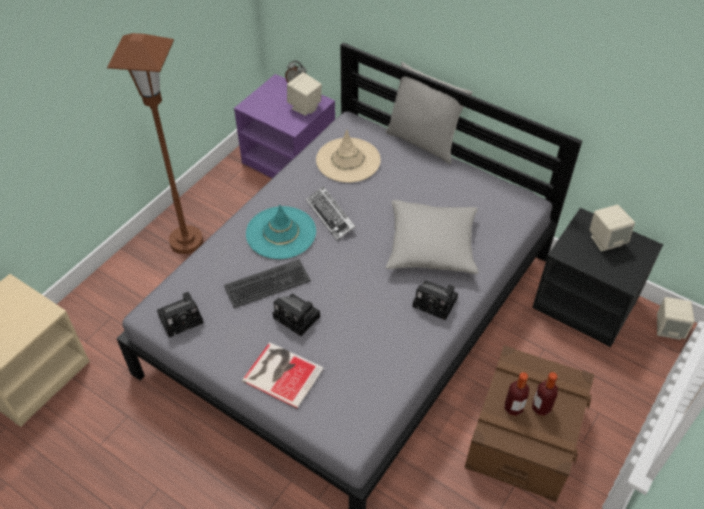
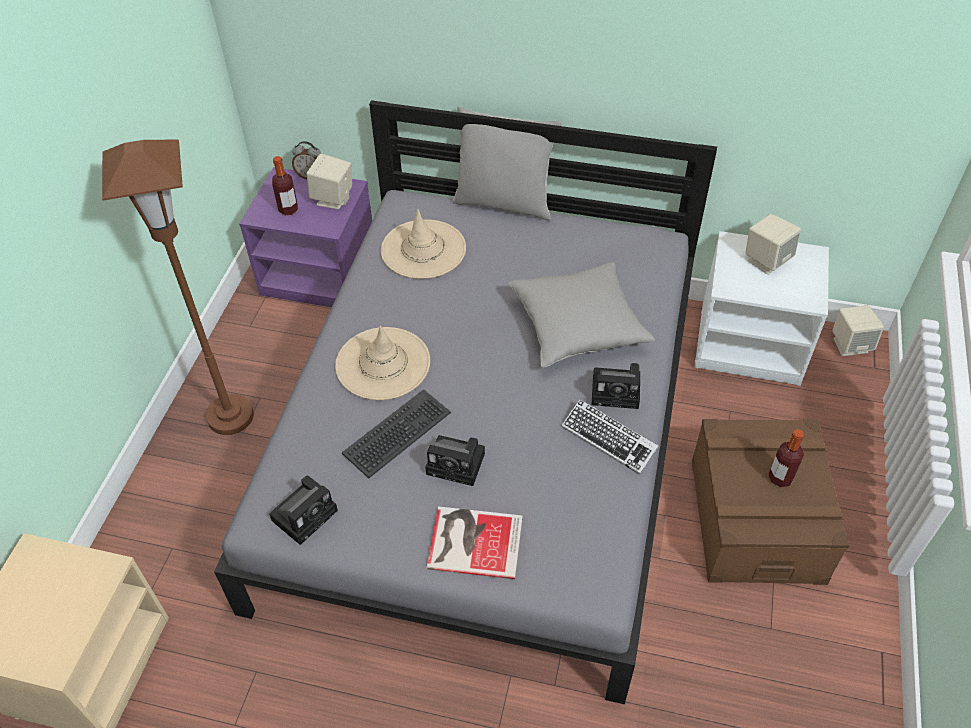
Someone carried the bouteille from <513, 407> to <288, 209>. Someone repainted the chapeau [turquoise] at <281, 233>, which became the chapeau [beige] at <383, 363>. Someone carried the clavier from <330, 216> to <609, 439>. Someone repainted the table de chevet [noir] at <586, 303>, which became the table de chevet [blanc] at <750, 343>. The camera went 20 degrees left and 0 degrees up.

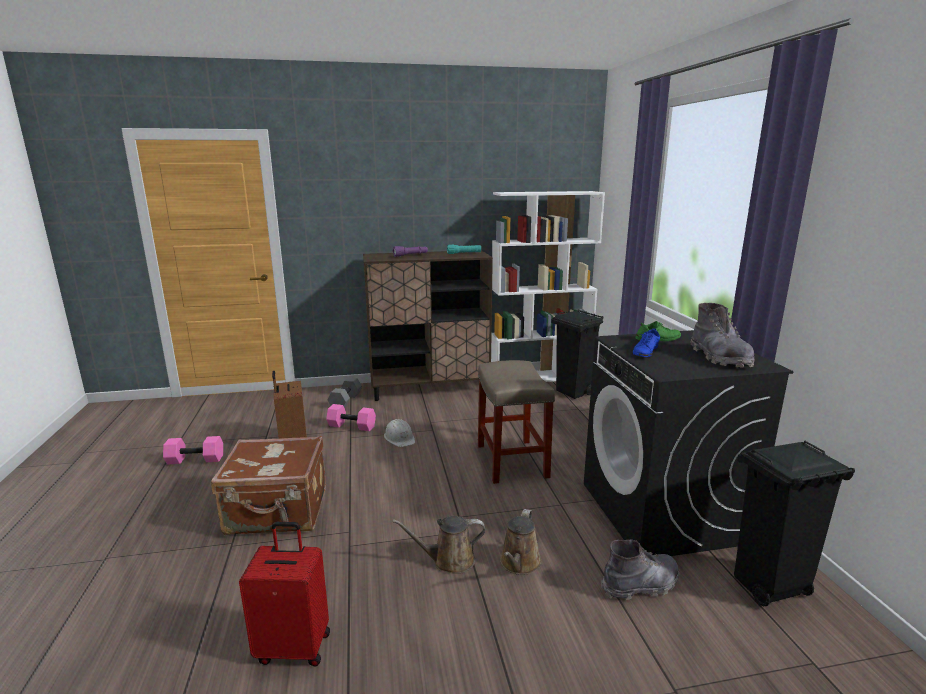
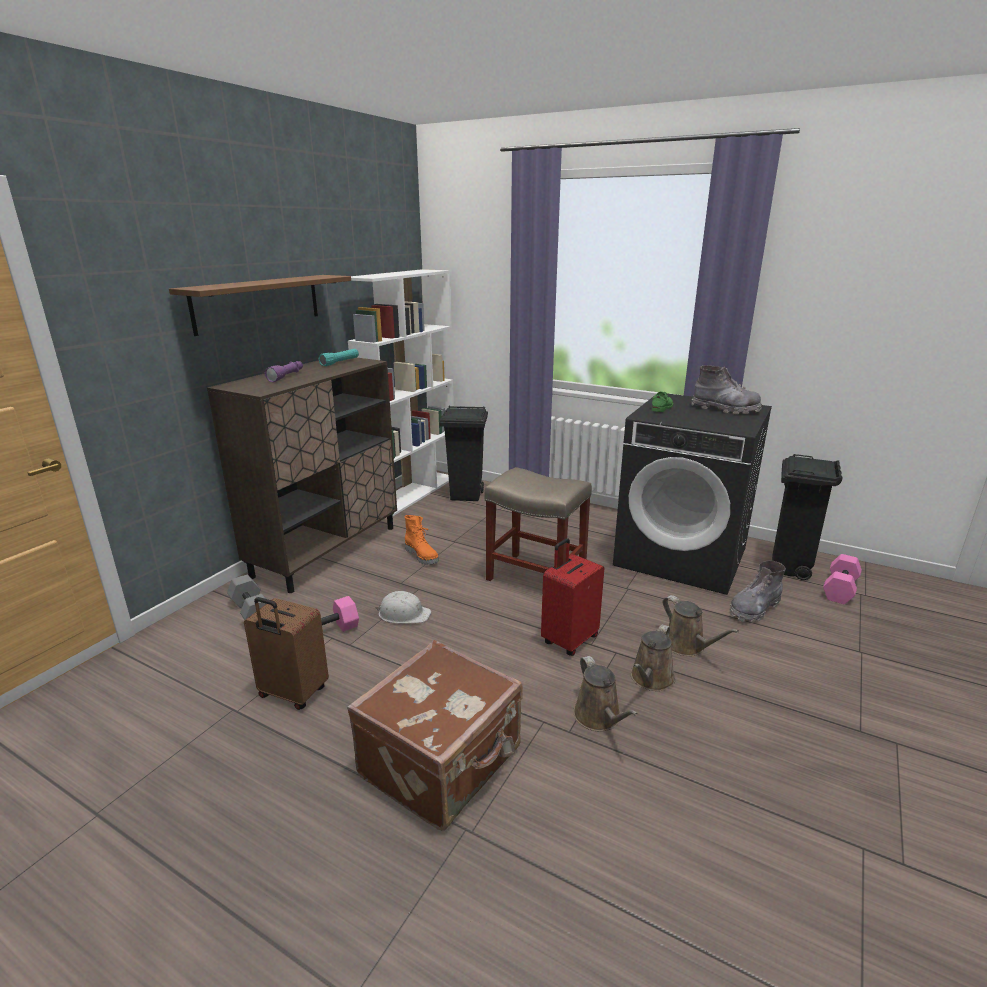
Someone put up the étagère [marron] at <258, 303>. Someone put down the botte [orange] at <422, 556>. Someone carried the valise [rouge] from <294, 646> to <569, 640>. Someone put down the arrosoir [marron] at <599, 718>. Someone rotated the botte [gris] at <640, 585> by 150 degrees counterclockwise. Someone carried the haltère [rose] from <196, 459> to <839, 588>. Someone took away the chaussure [bleu] at <645, 351>. The camera went 50 degrees left and 5 degrees up.

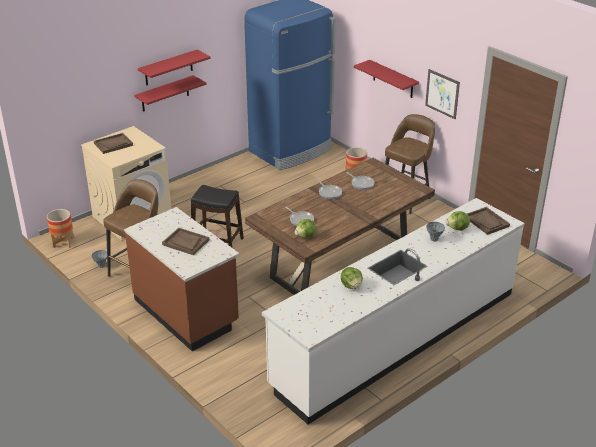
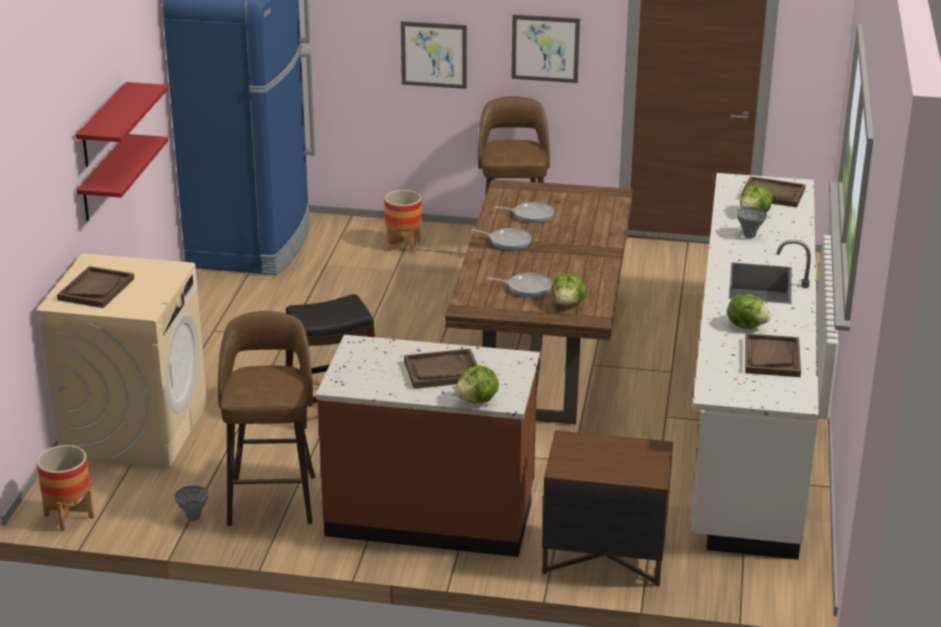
Someone swapped the étagère [rouge] at <393, 79> for the tableau at <434, 54>. Someone put down the laitue at <477, 401>. Someone put down the table de chevet [marron] at <603, 556>. Someone put down the plateau [marron] at <772, 357>. The camera went 40 degrees left and 5 degrees down.

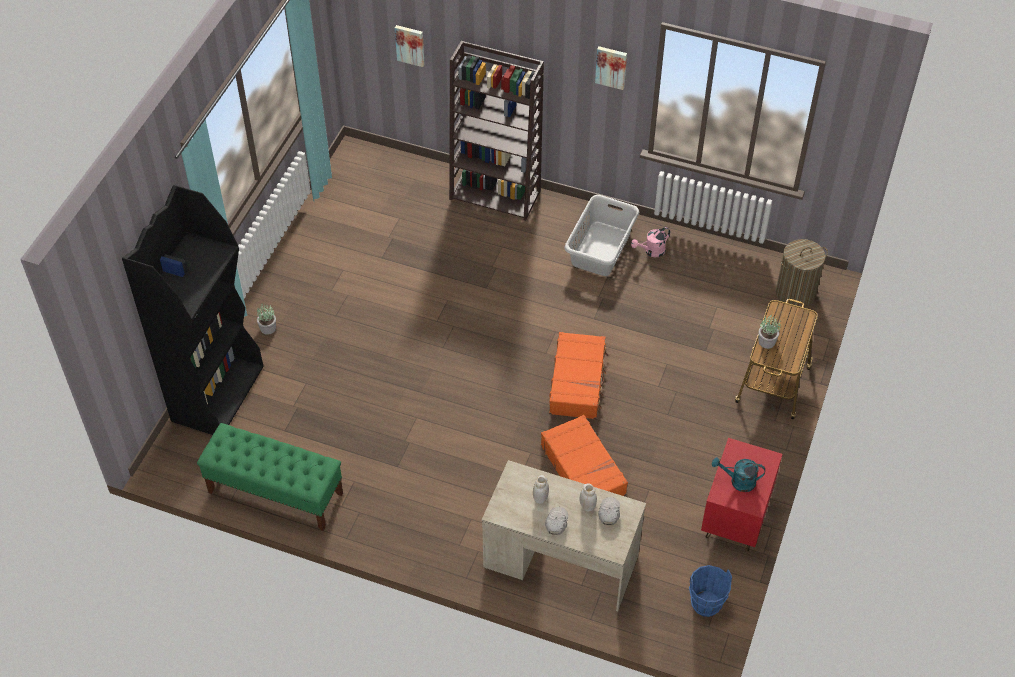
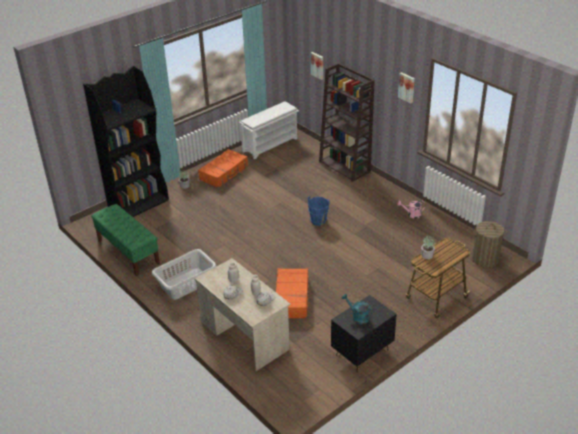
Someone carried the panier à linge [gris] from <601, 248> to <186, 284>. Someone carried the valise [orange] from <578, 382> to <224, 173>. Someone put down the étagère à chaussures [blanc] at <270, 144>. Someone carried the seau [bleu] from <706, 604> to <318, 221>. Someone repainted the table de chevet [rouge] at <735, 519>, which became the table de chevet [noir] at <362, 354>. The camera went 30 degrees right and 15 degrees down.

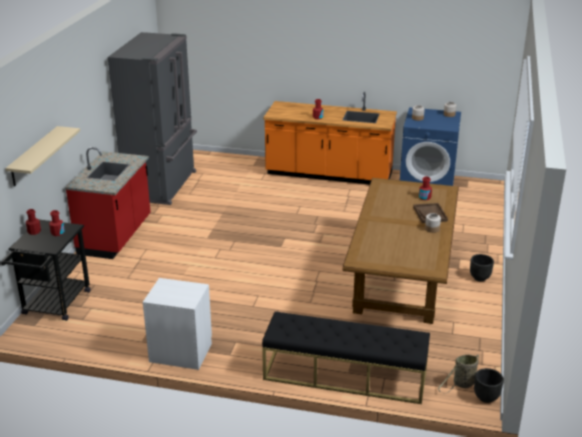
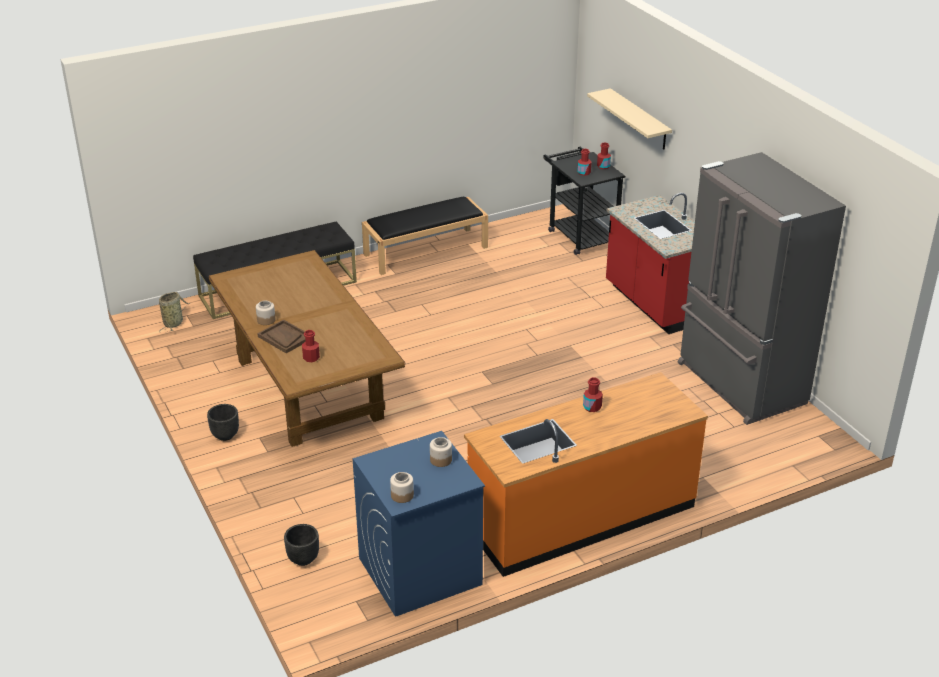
Someone carried the cache-pot [noir] from <486, 397> to <303, 559>. Someone swapped the table de chevet [blanc] at <181, 352> for the banc [noir] at <426, 250>. The camera went 140 degrees right and 5 degrees up.

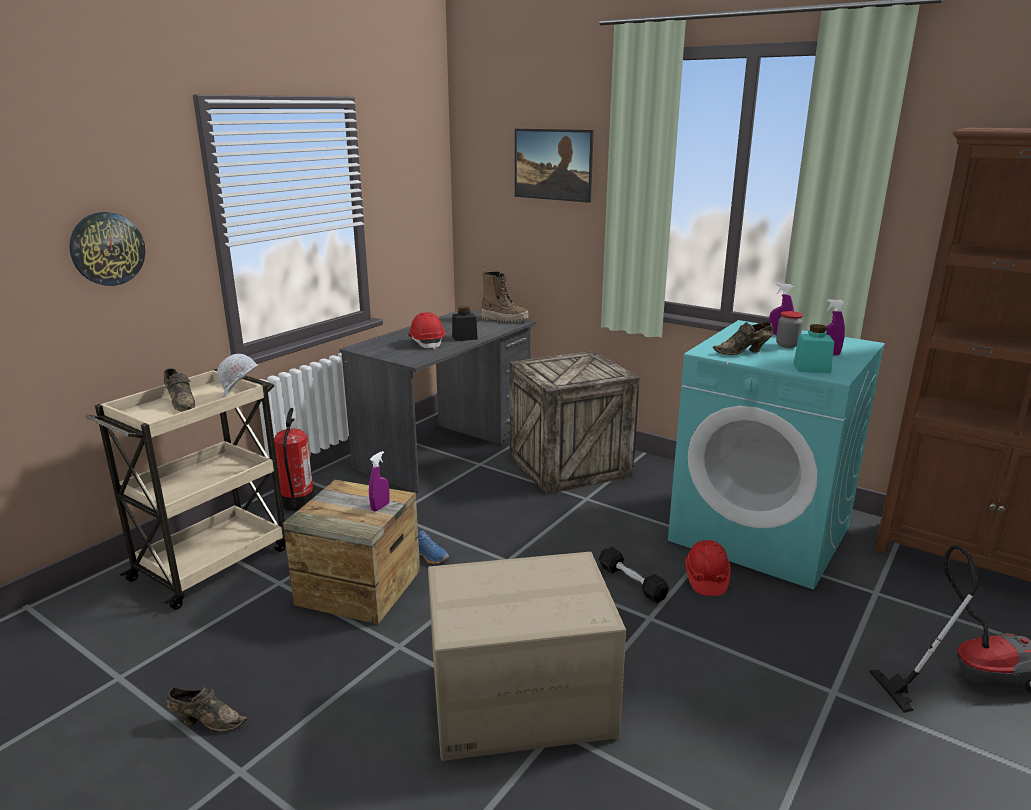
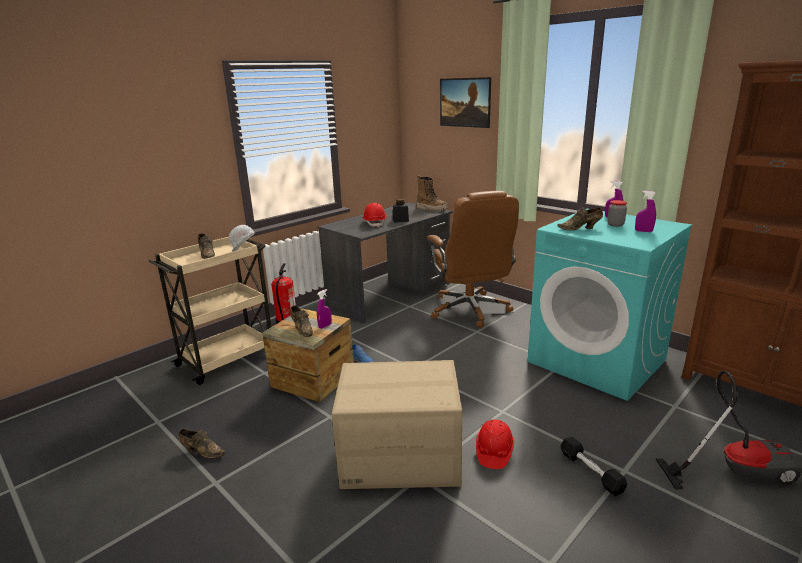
Someone put down the chaussure [marron] at <302, 330>. Someone swapped the caisse at <569, 466> for the chaise de bureau [marron] at <470, 310>. Someone carried the casque de chantier [rouge] from <706, 578> to <494, 452>. Someone carried the haltère [noir] from <632, 582> to <591, 472>. Someone took away the horloge murale at <107, 249>. Someone took away the bocal [turquoise] at <811, 368>. The camera went 10 degrees right and 0 degrees up.

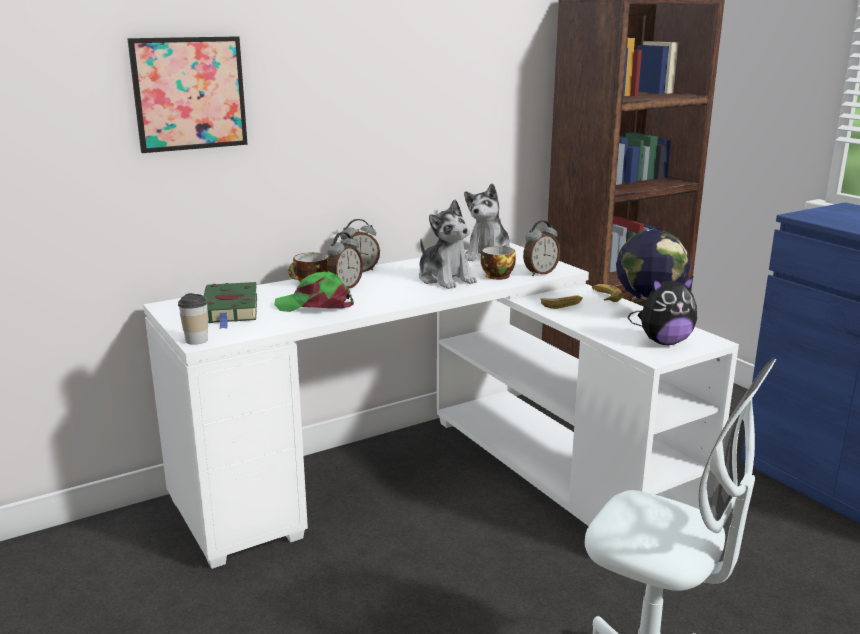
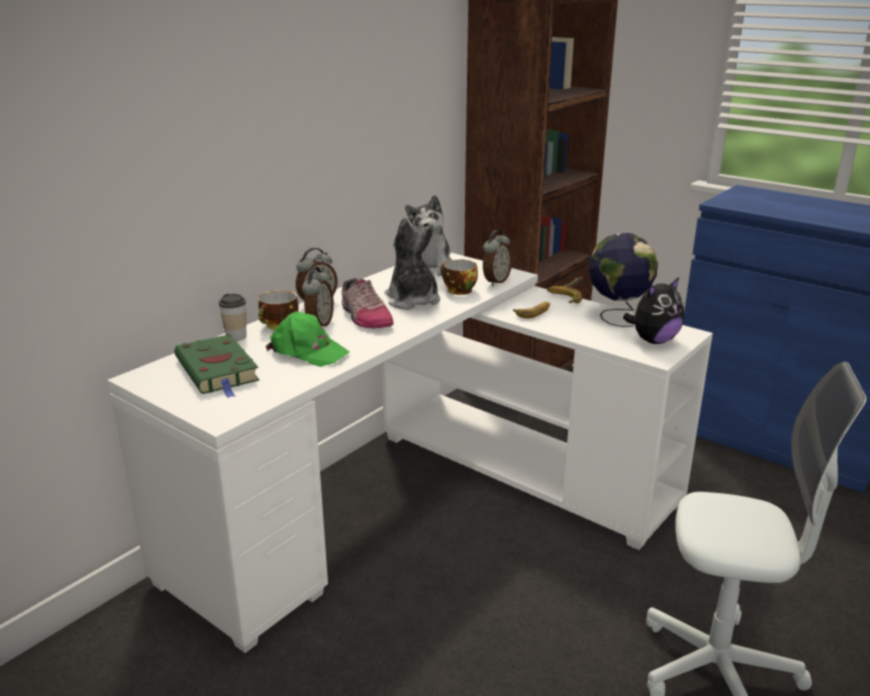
Someone carried the tasse from <196, 340> to <236, 337>. Someone rotated the casquette [vert] at <315, 305> by 135 degrees counterclockwise. Someone put down the chaussure at <364, 317>. Someone rotated the peluche at <445, 279> by 150 degrees counterclockwise. Someone took away the tableau at <189, 93>. The camera went 20 degrees left and 5 degrees up.

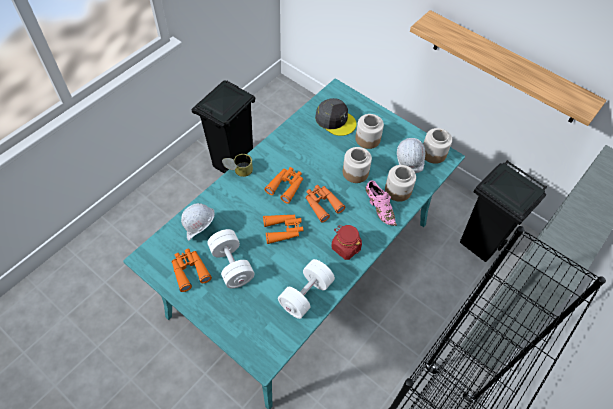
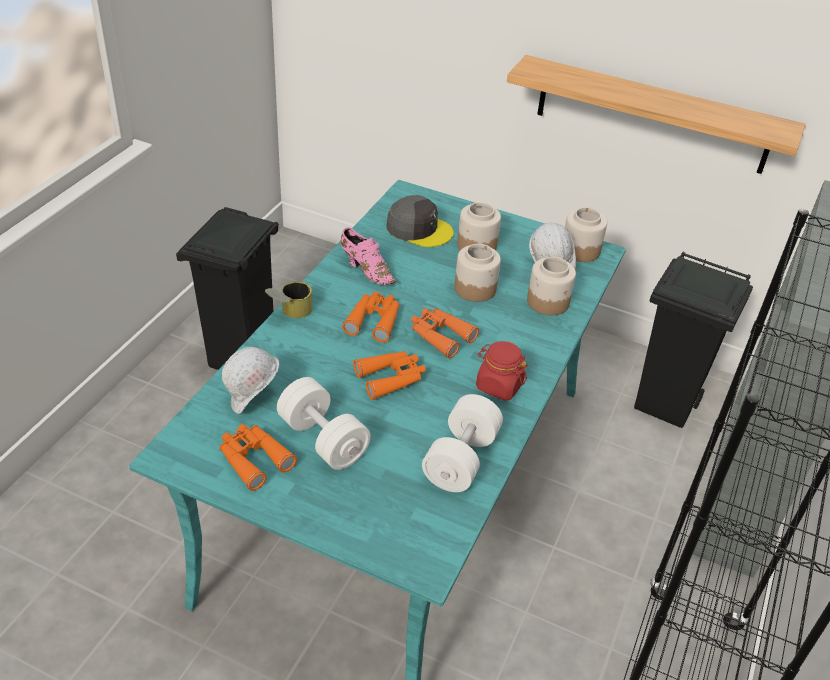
Someone carried the chaussure [rose] from <379, 208> to <366, 269>. The camera went 15 degrees left and 15 degrees down.

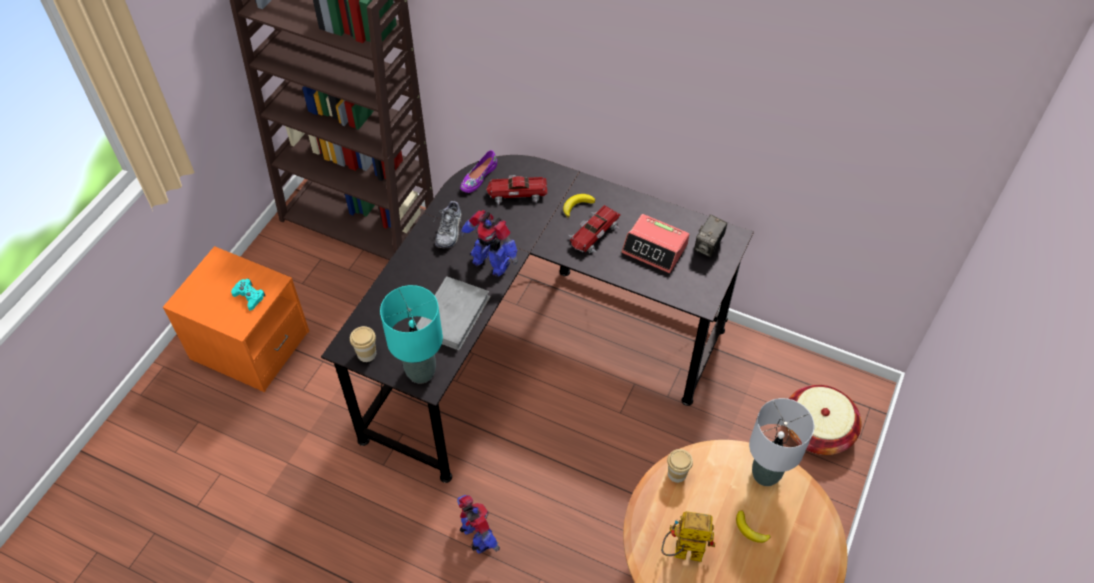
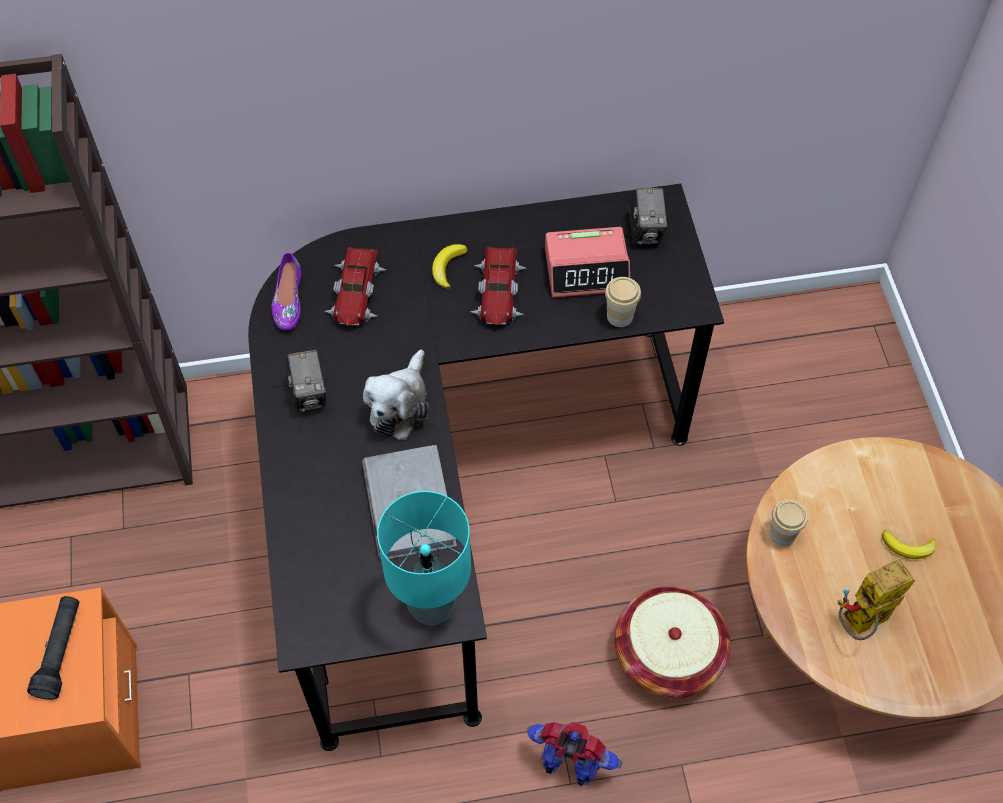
Someone swapped the manette [turquoise] at <249, 296> for the lampe de poche [noir] at <60, 651>. Someone swapped the chaussure at <449, 230> for the appareil photo at <309, 394>. Someone rotated the petite voiture at <517, 193> by 45 degrees counterclockwise. Someone swapped the robot jouet at <491, 262> for the peluche at <400, 405>. Someone carried the tasse from <366, 354> to <620, 316>. Someone carried the panier from <817, 430> to <668, 654>. Someone took away the lampe de table [gris] at <766, 475>. The camera went 35 degrees left and 5 degrees up.

